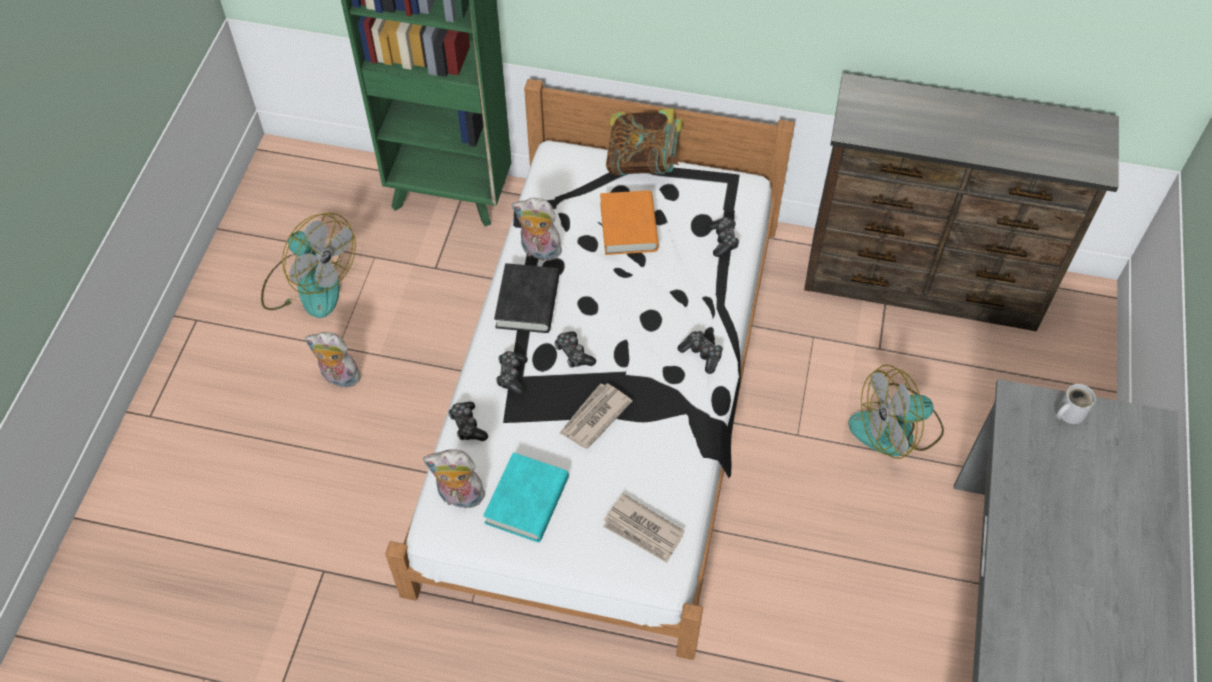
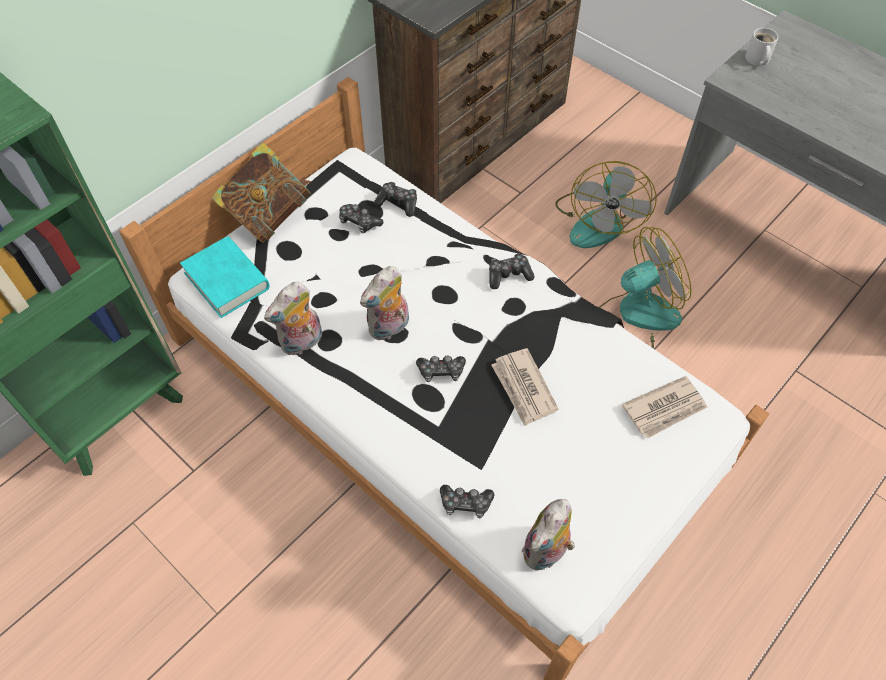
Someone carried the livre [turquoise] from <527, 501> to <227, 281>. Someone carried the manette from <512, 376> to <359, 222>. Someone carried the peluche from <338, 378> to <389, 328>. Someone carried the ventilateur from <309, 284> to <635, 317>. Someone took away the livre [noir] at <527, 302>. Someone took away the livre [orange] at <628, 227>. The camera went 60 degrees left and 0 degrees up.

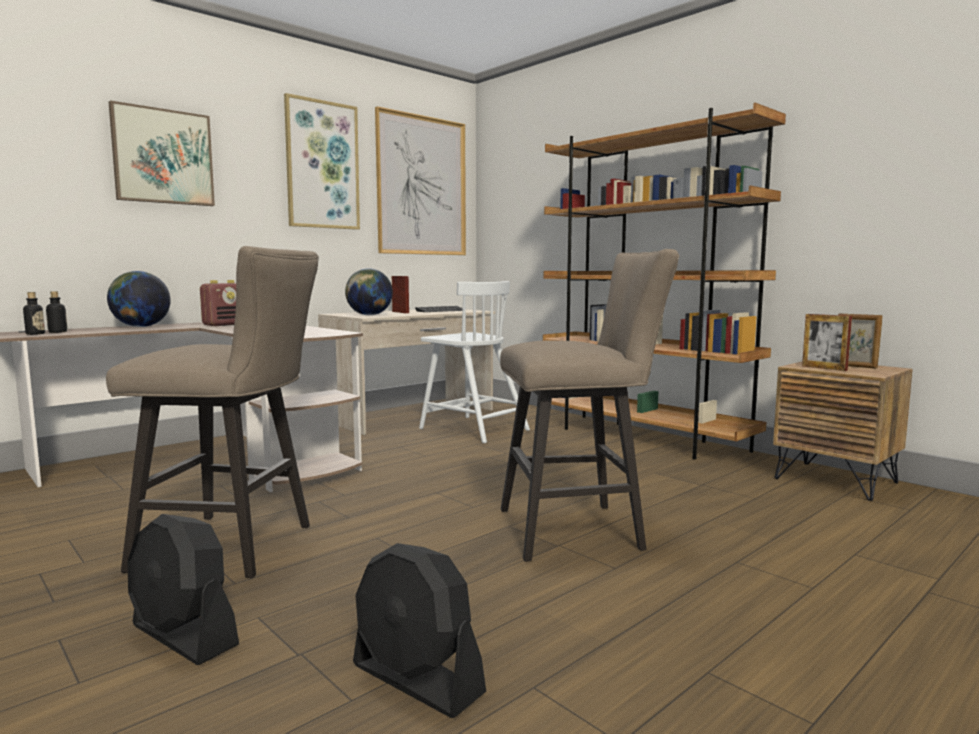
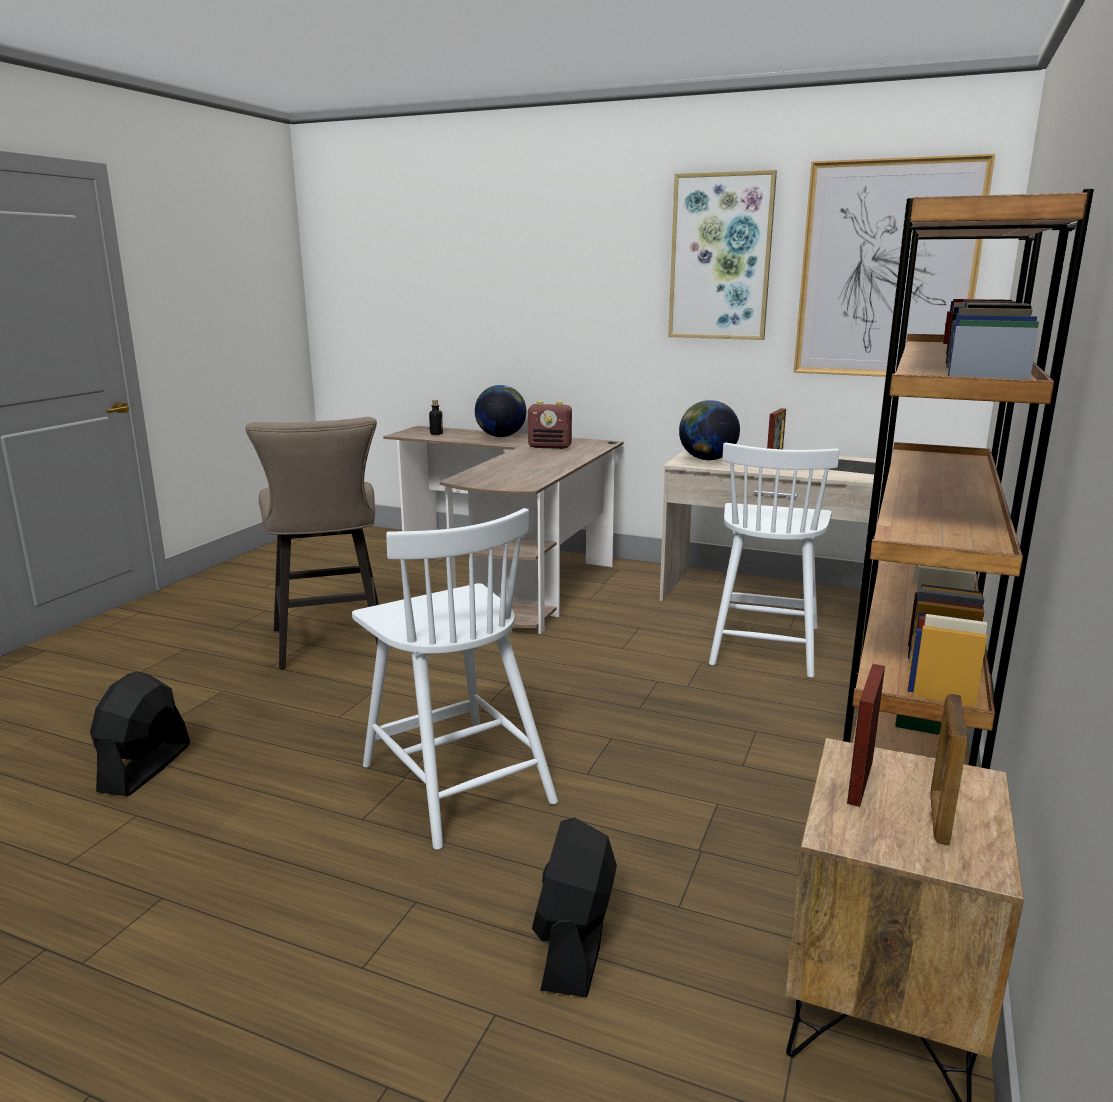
Someone swapped the tabouret [beige] at <580, 529> for the chaise [blanc] at <455, 781>. Someone carried the ventilateur [noir] from <184, 636> to <574, 944>. Someone took away the bouteille at <35, 334>. Someone took away the tableau at <163, 157>. The camera went 65 degrees right and 10 degrees up.

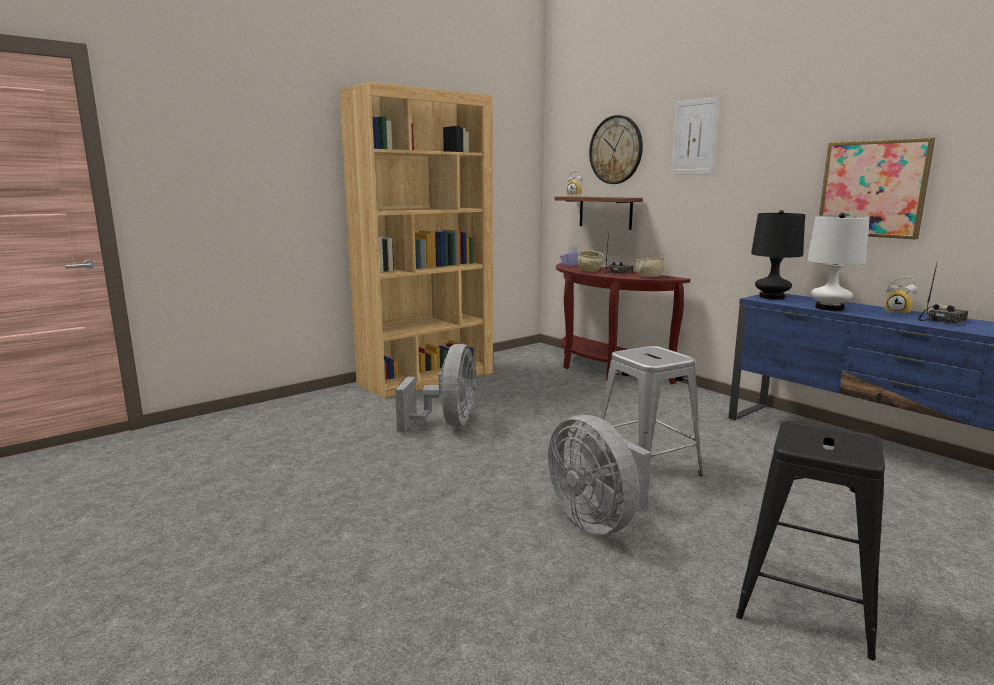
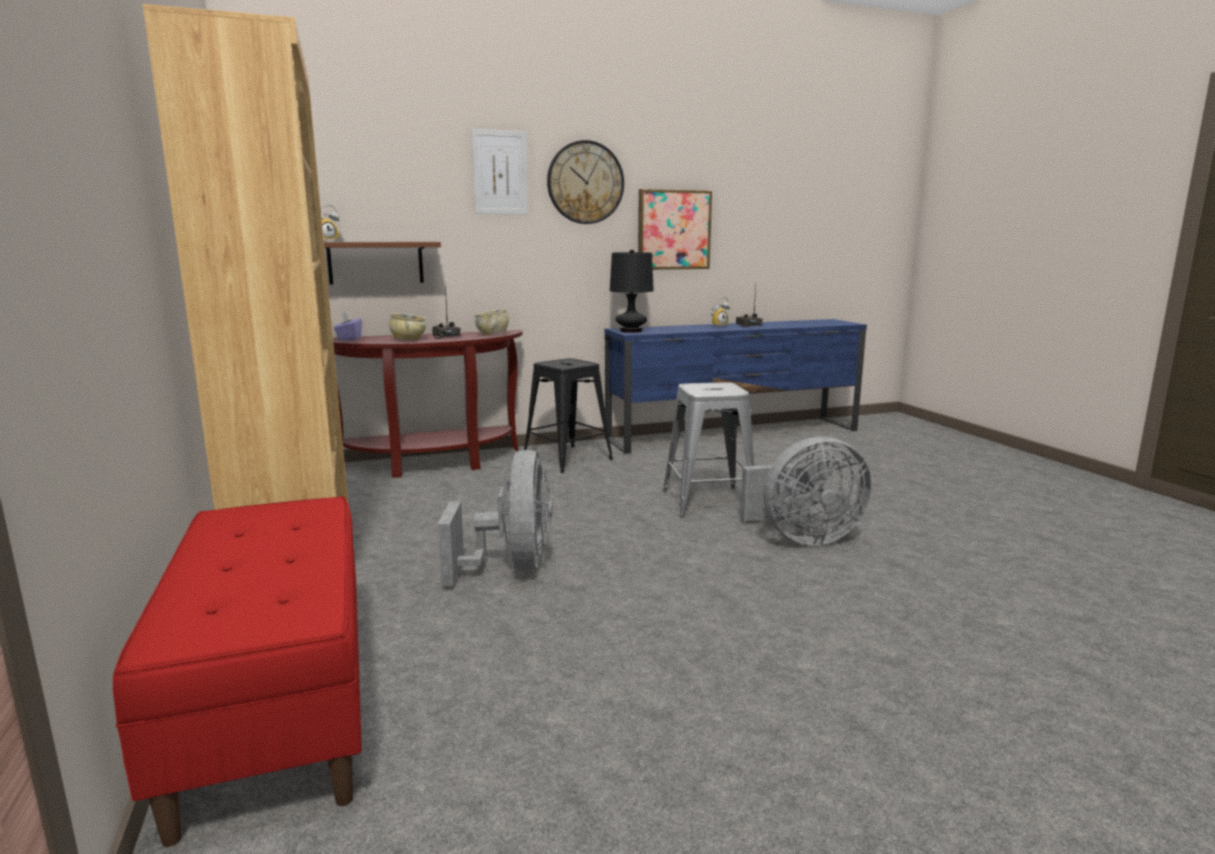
Someone put down the banc [rouge] at <276, 707>. Someone rotated the ventilateur [gris] at <448, 424> by 60 degrees clockwise. Someone carried the tabouret [noir] from <806, 603> to <568, 459>. Someone carried the horloge murale from <616, 150> to <585, 182>. Someone took away the lampe de table [blanc] at <829, 308>. The camera went 70 degrees left and 0 degrees up.

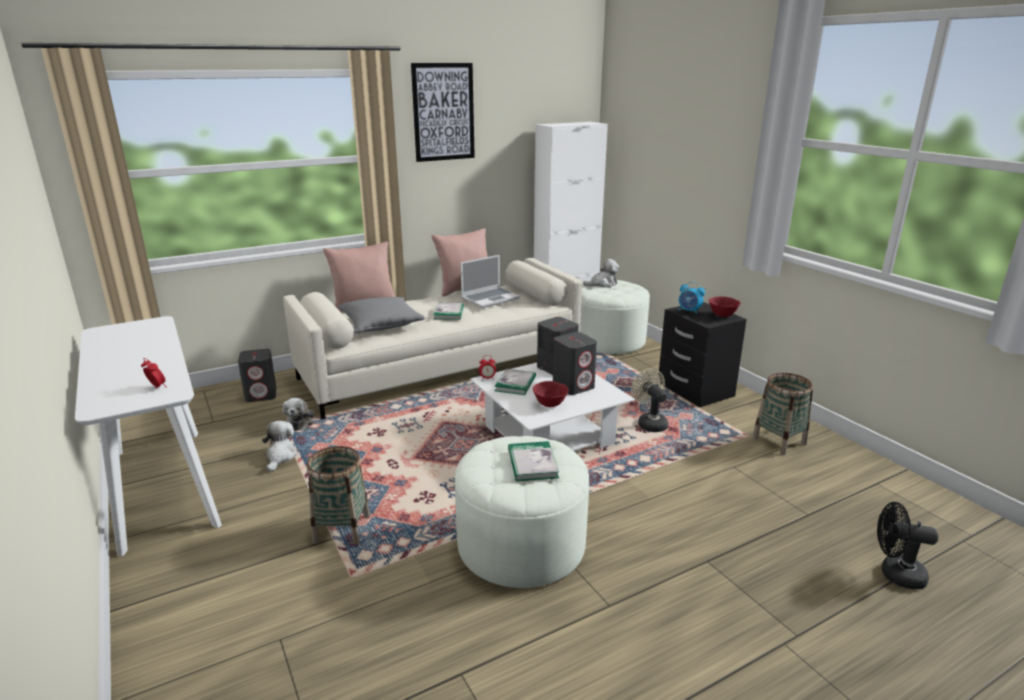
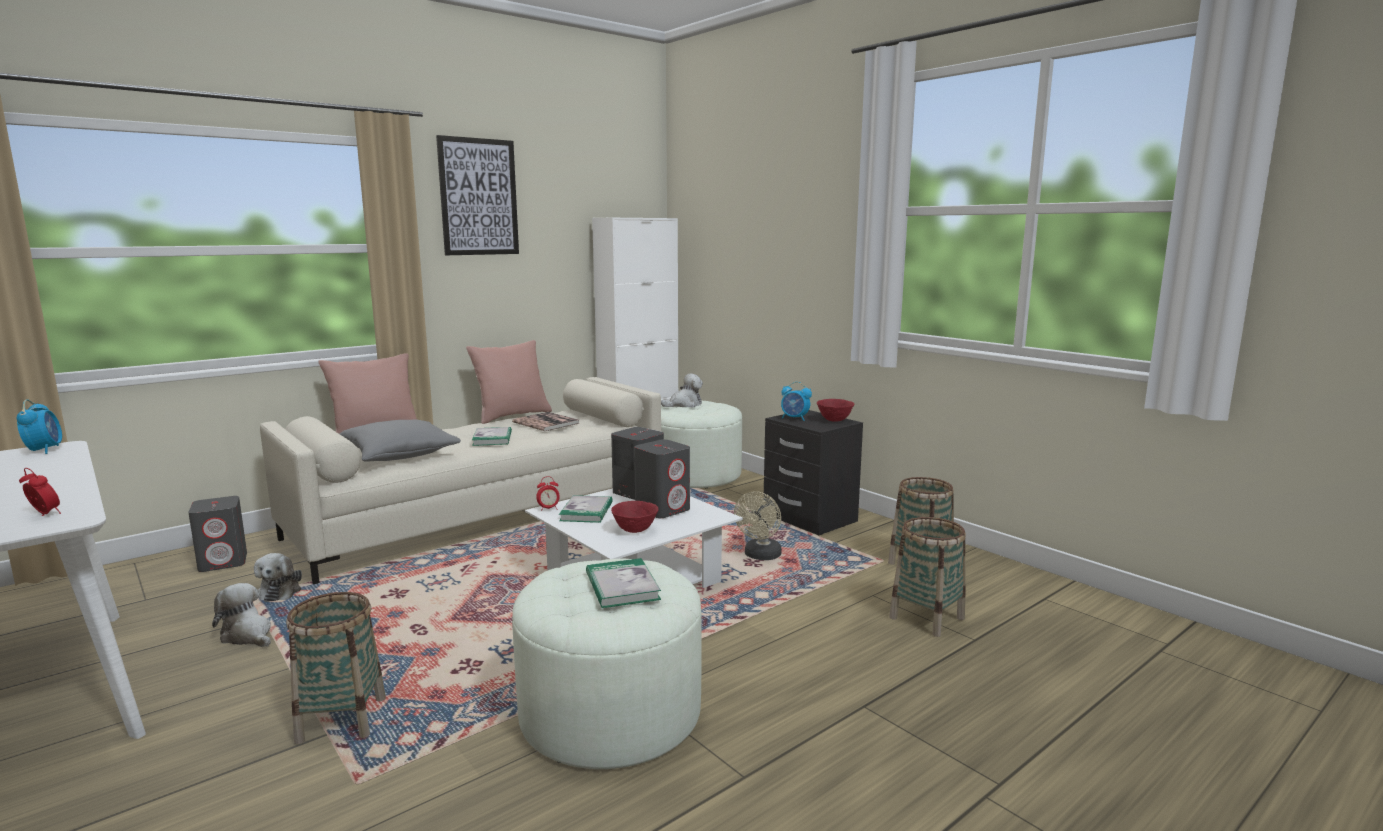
Someone put down the réveil at <44, 450>. Someone rotated the peluche at <280, 457> by 45 degrees counterclockwise. Someone swapped the ordinateur portable at <490, 298> for the livre at <546, 423>. Someone rotated the ventilateur [beige] at <649, 423> by 120 degrees counterclockwise. Someone put down the panier at <927, 618>. Someone took away the ventilateur [noir] at <895, 574>. The camera went 10 degrees left and 10 degrees down.

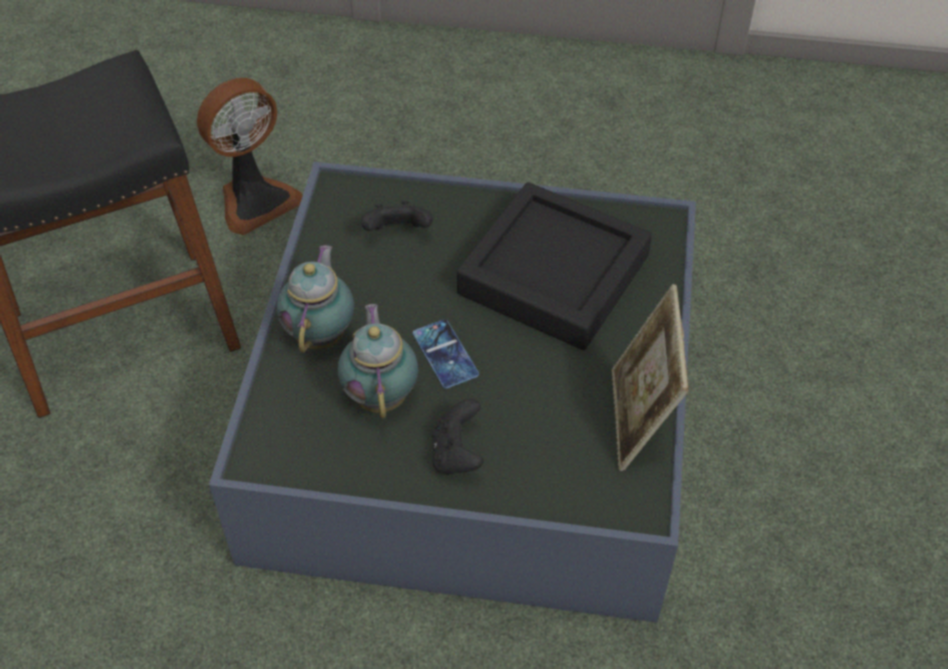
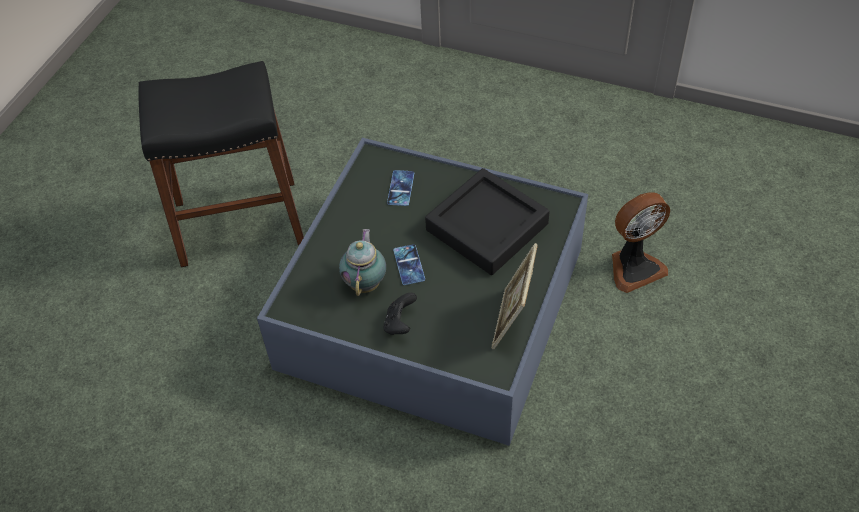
Someone swapped the manette [noir] at <398, 233> for the téléphone at <400, 188>. Someone carried the ventilateur from <255, 200> to <634, 267>. Someone took away the théière at <321, 333>. The camera went 15 degrees right and 0 degrees up.

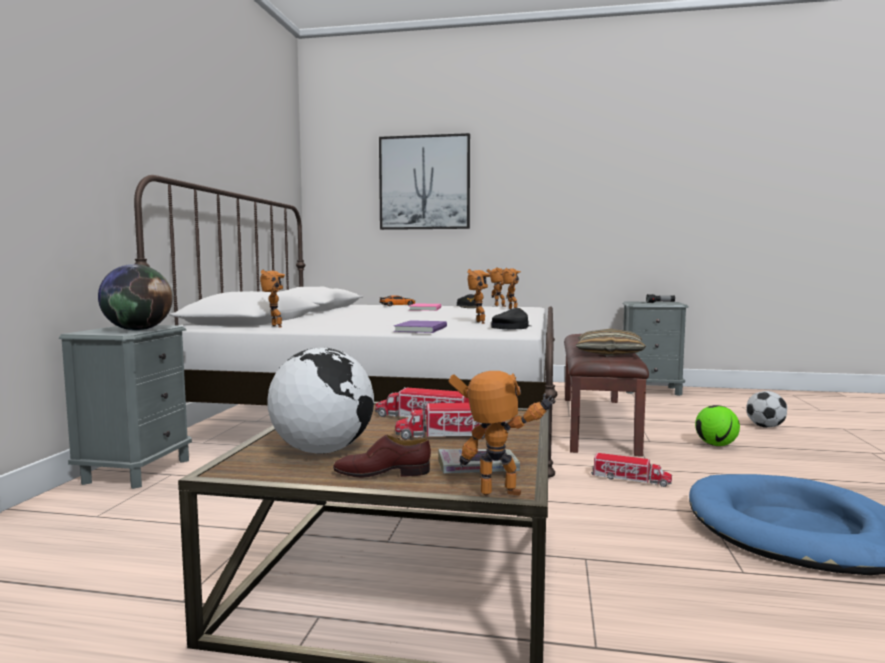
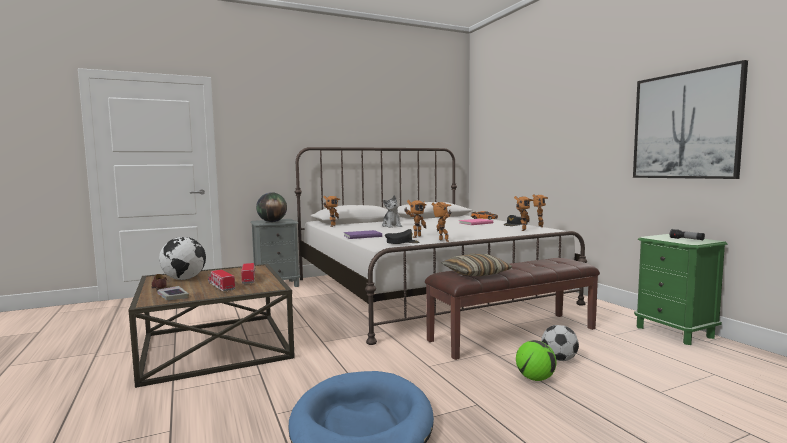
Someone put down the peluche at <392, 226>. Someone carried the robot jouet from <501, 496> to <442, 241>. Someone carried the ballon de foot from <765, 426> to <559, 359>. Someone carried the tableau from <424, 183> to <685, 125>. Someone repainted the table de chevet [gris] at <651, 390>, which became the table de chevet [vert] at <674, 332>. Someone took away the camion jouet at <630, 479>. The camera went 55 degrees right and 0 degrees up.

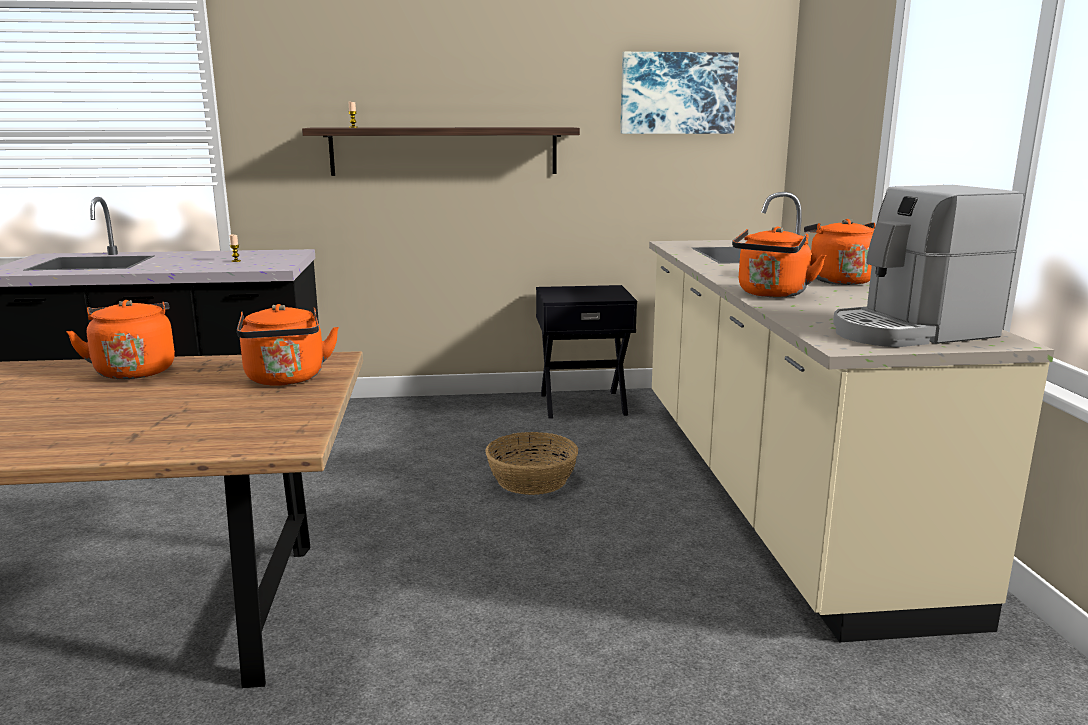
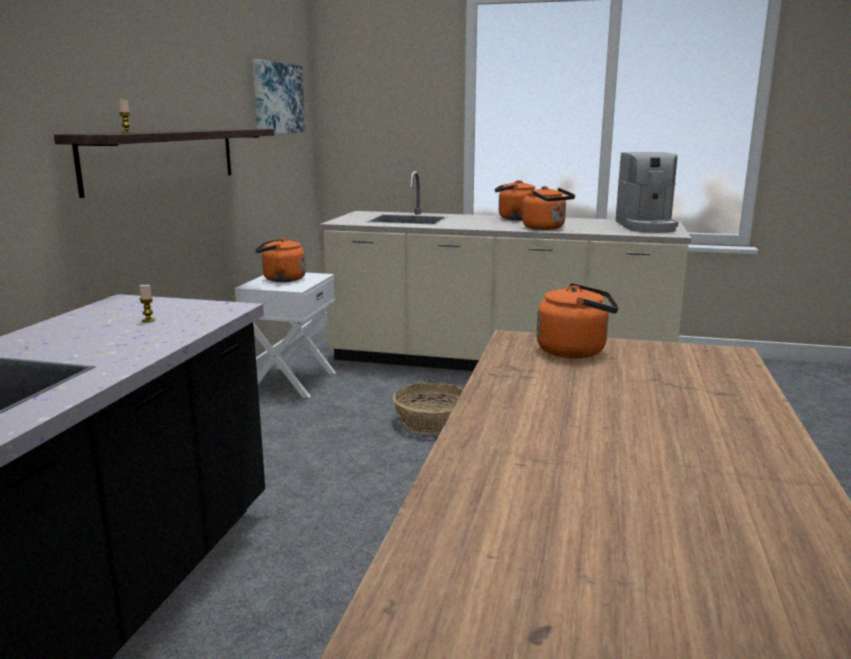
Someone repainted the table de chevet [noir] at <582, 403>, which became the table de chevet [blanc] at <291, 381>. Someone carried the bouilloire [orange] from <134, 370> to <281, 279>. The camera went 70 degrees left and 0 degrees up.

